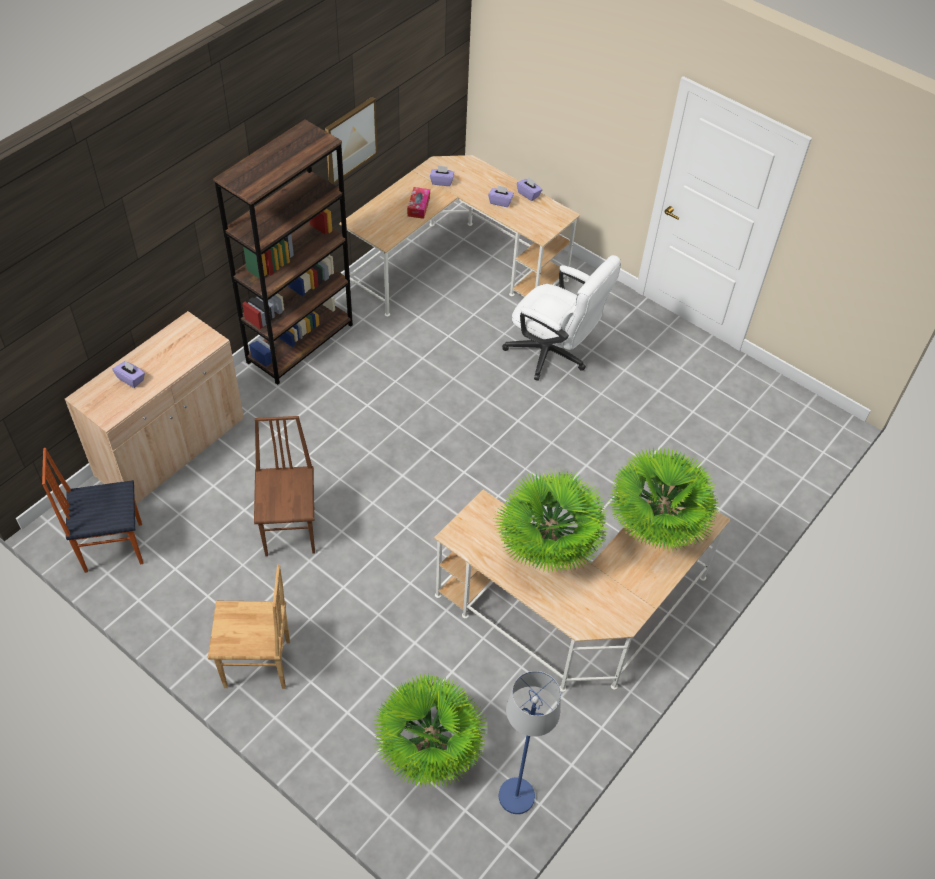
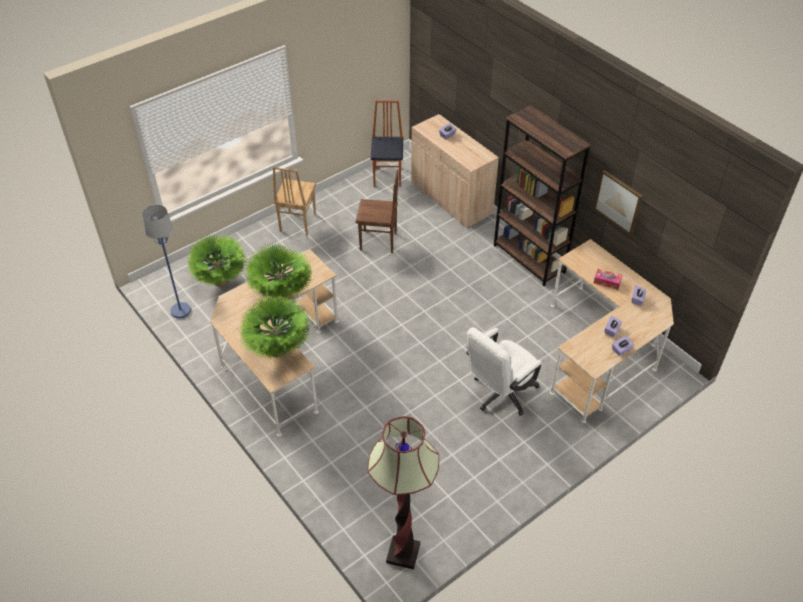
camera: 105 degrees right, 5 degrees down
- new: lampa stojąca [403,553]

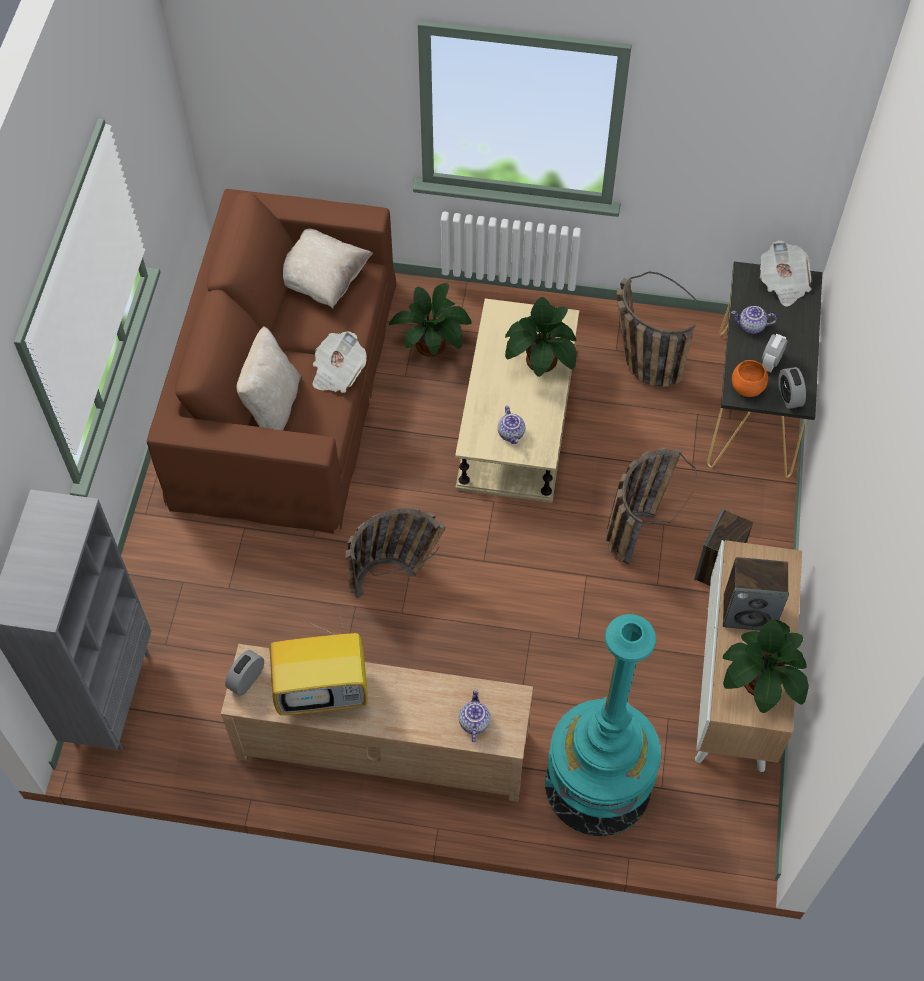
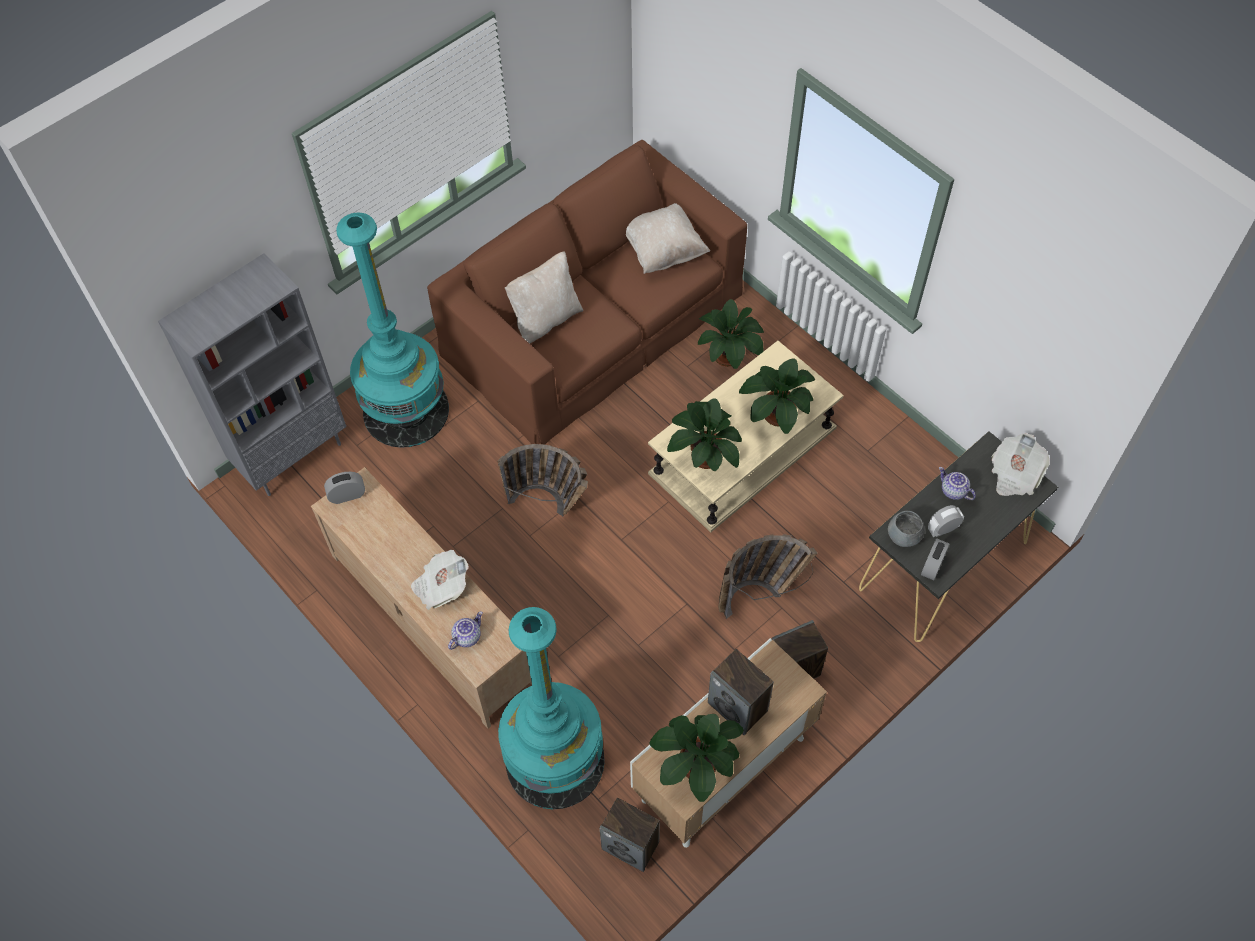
camera: 40 degrees right, 0 degrees up
- gone: telewizor [324,689]
- gone: koszyk [641,360]
- new: lampa stojąca (turkusowy) [406,410]
- new: głośnik [631,845]
- shifted: gazeta [337,372] to [441,586]
- swapped: imbryk [511,433] to roślina doniczkowa [704,454]
- repainted: miska (pomarańczowy) [747,387] to miska (szary) [904,536]

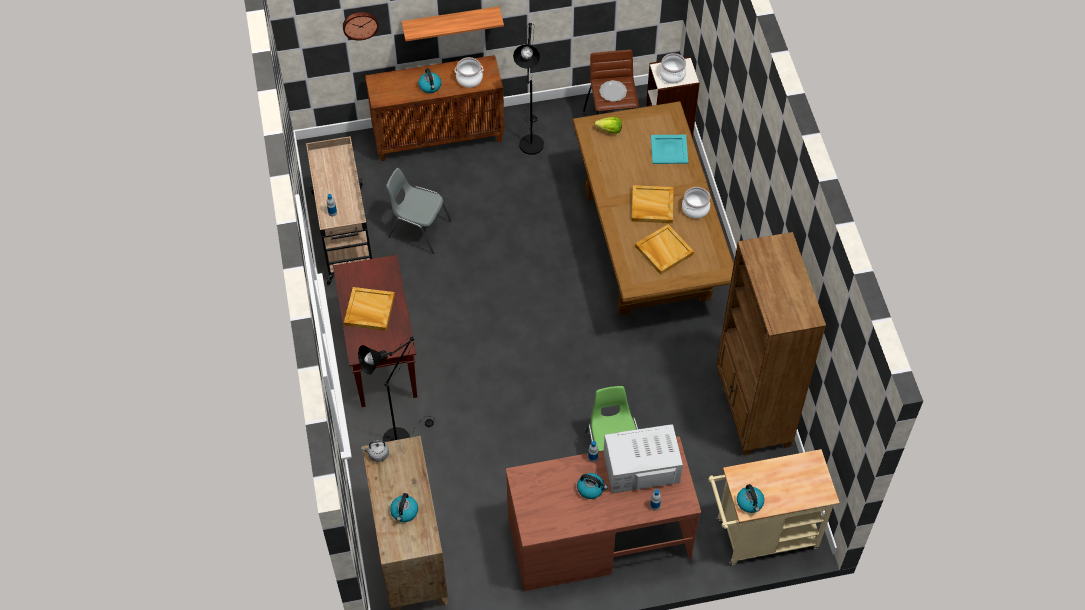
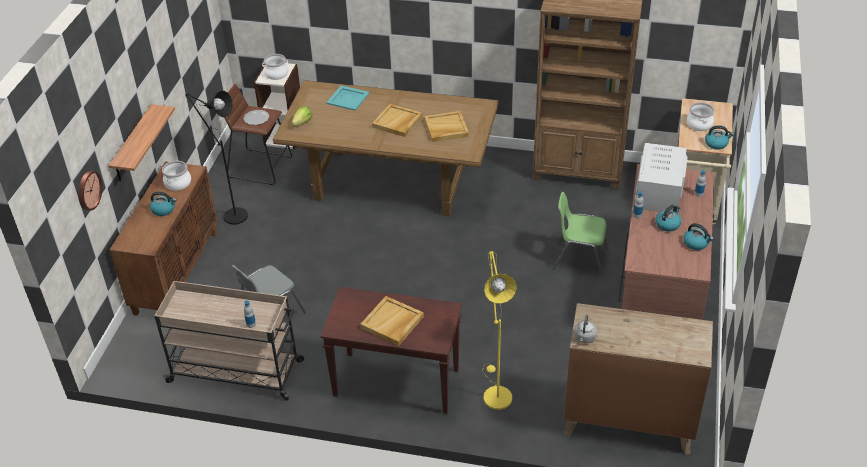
camera: 65 degrees left, 15 degrees down
- shifted: czajnik [404,512] to [696,243]
- shifted: garnek [695,208] to [699,124]
- repainted: lampa stojąca (czarny) [401,436] to lampa stojąca (żółty) [495,393]

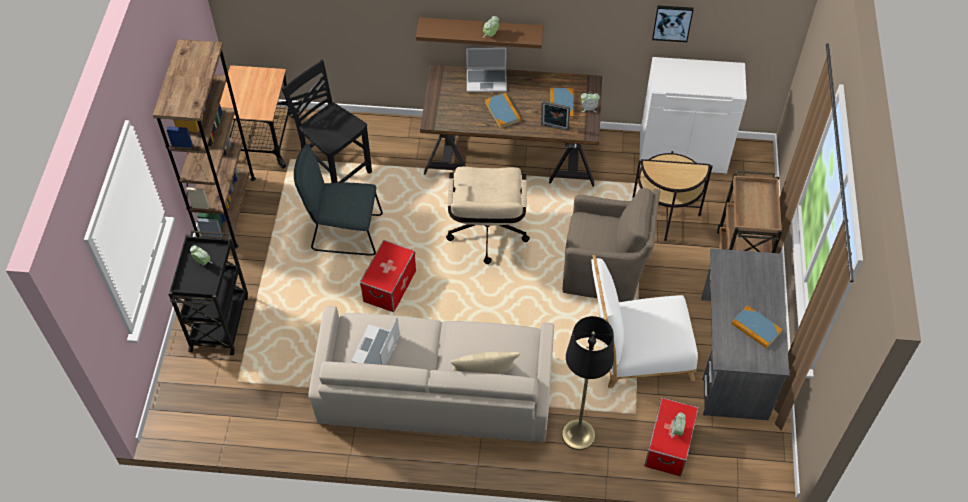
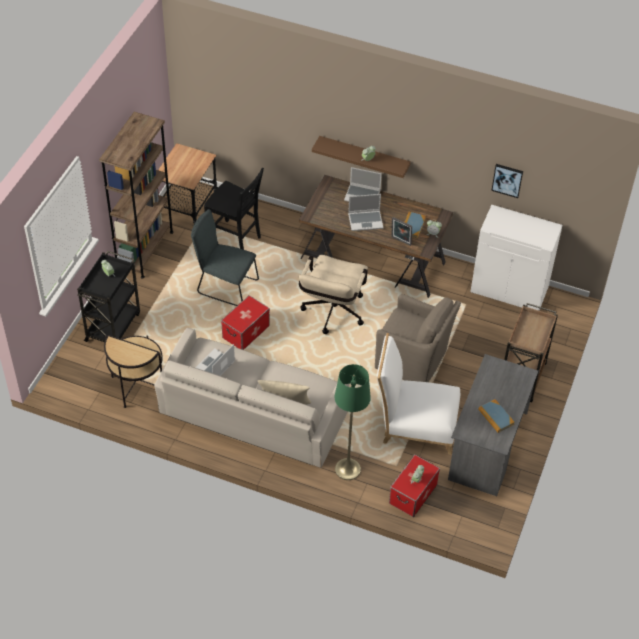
camera: 15 degrees right, 5 degrees down
- shifted: stolik [665,212] to [138,385]
- swapped: książka [502,112] to laptop [366,221]
- repainted: lampa stojąca (czarny) [578,434] to lampa stojąca (zielony) [347,469]
- rotated: krzesło (czarny) [335,170] = [235,240] 150 degrees clockwise

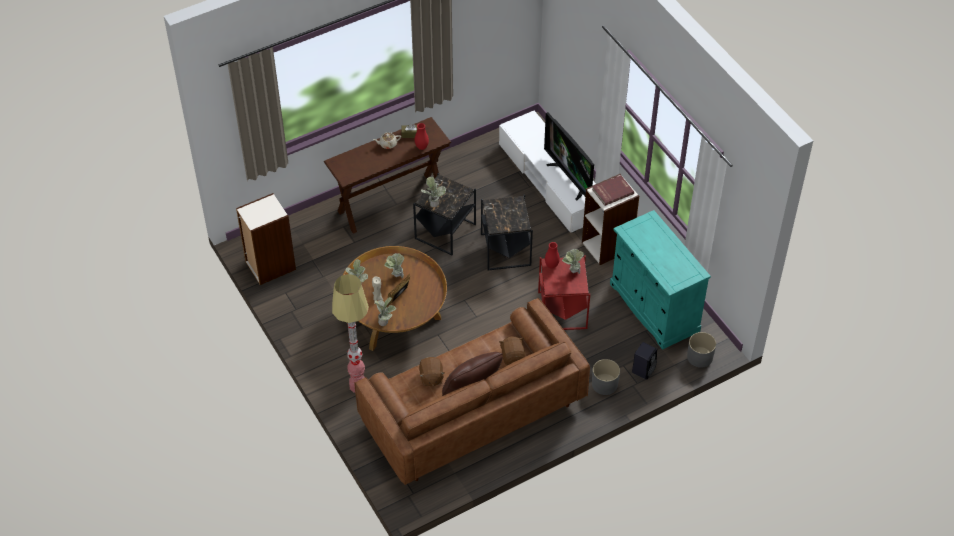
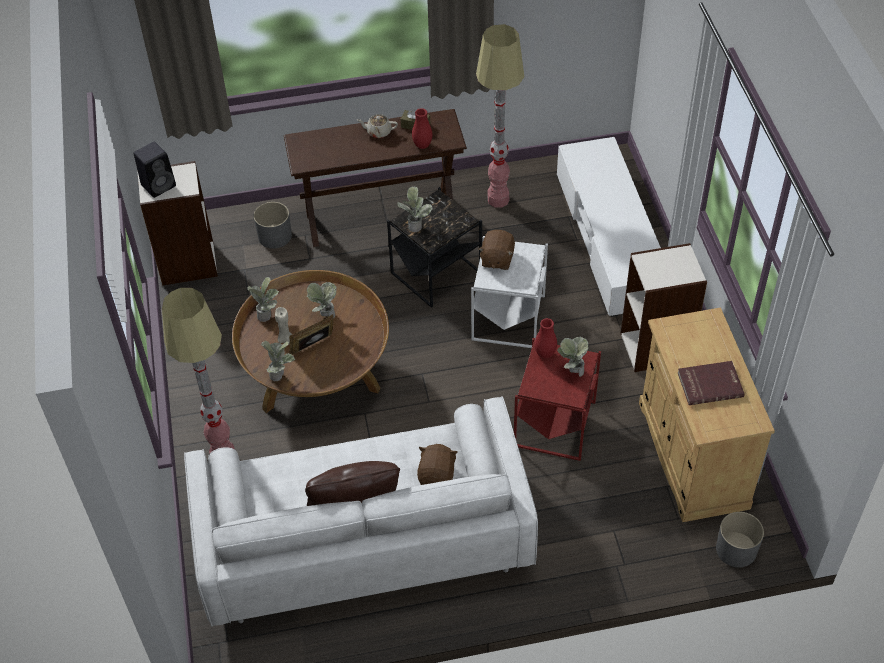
camera: 20 degrees right, 0 degrees up
- gone: telewizor [570,178]
- new: lampa stojąca [498,199]
- shifted: pluszak (brązowy) [431,378] to [496,259]
- shifted: książka (czerwony) [612,191] to [709,384]
- shifted: donica (szary) [604,384] to [274,236]
- shifted: głośnik (czarny) [643,369] to [159,185]
- repainted: kanapa (brązowy) [472,412] to kanapa (biały) [364,541]
- repainted: stolik (czarny) [506,249] to stolik (biały) [509,317]
- repainted: szafka (turkusowy) [654,307] to szafka (beżowy) [692,454]

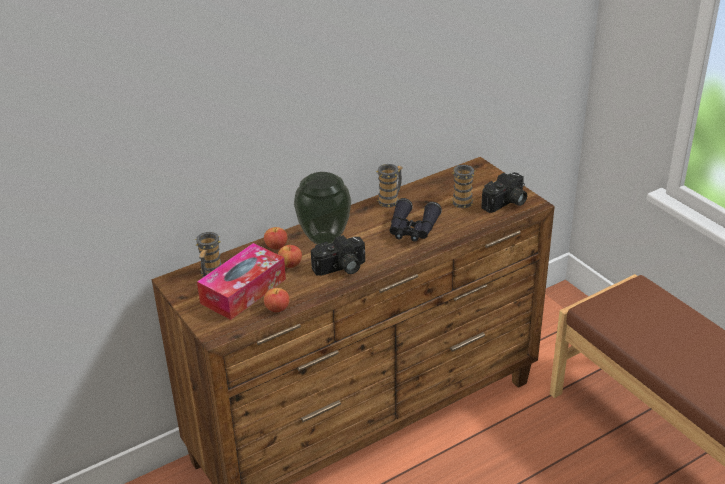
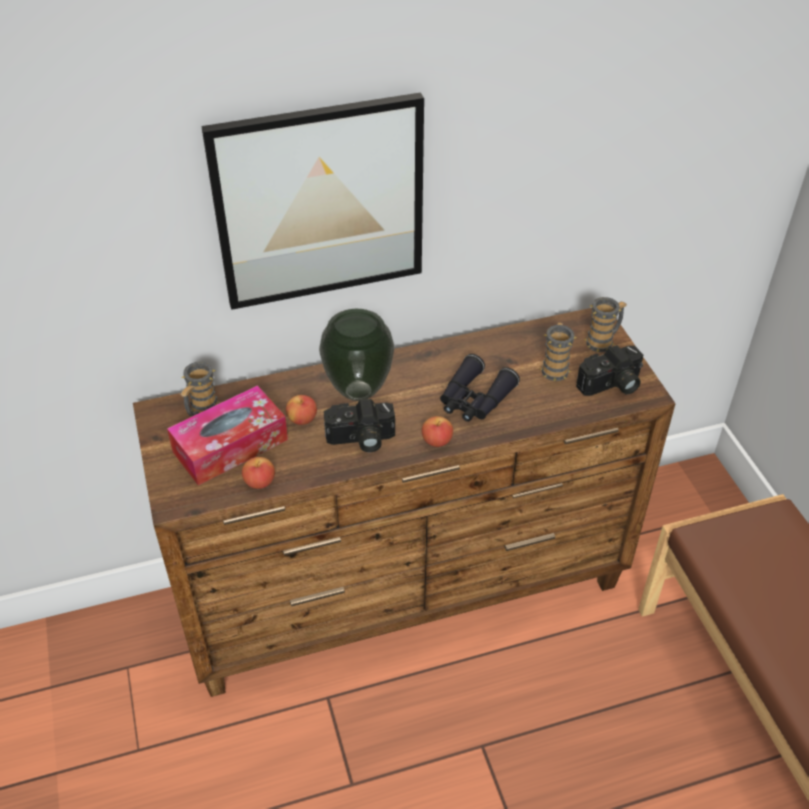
camera: 15 degrees right, 10 degrees up
- new: obraz [320,203]
- shifted: jabłko [276,246] to [437,441]
- shifted: kubek [391,200] to [603,341]

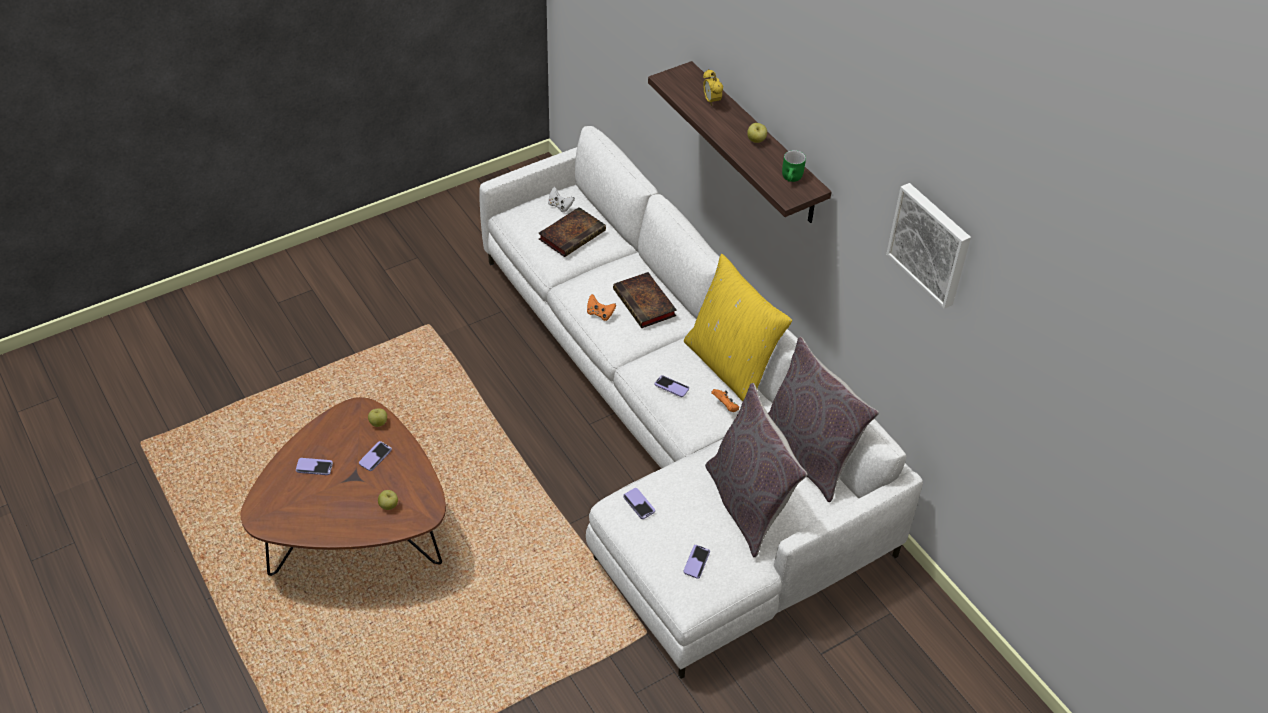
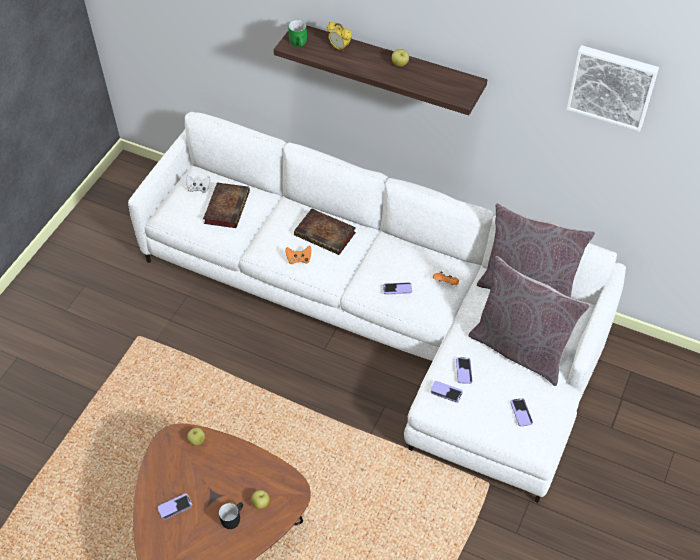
camera: 30 degrees left, 5 degrees up
- gone: poduszka (żółty) [731,367]
- new: kubek (czarny) [232,518]
- shifted: telefon [375,457] to [464,371]
- shifted: kubek (zielony) [792,178] to [300,43]

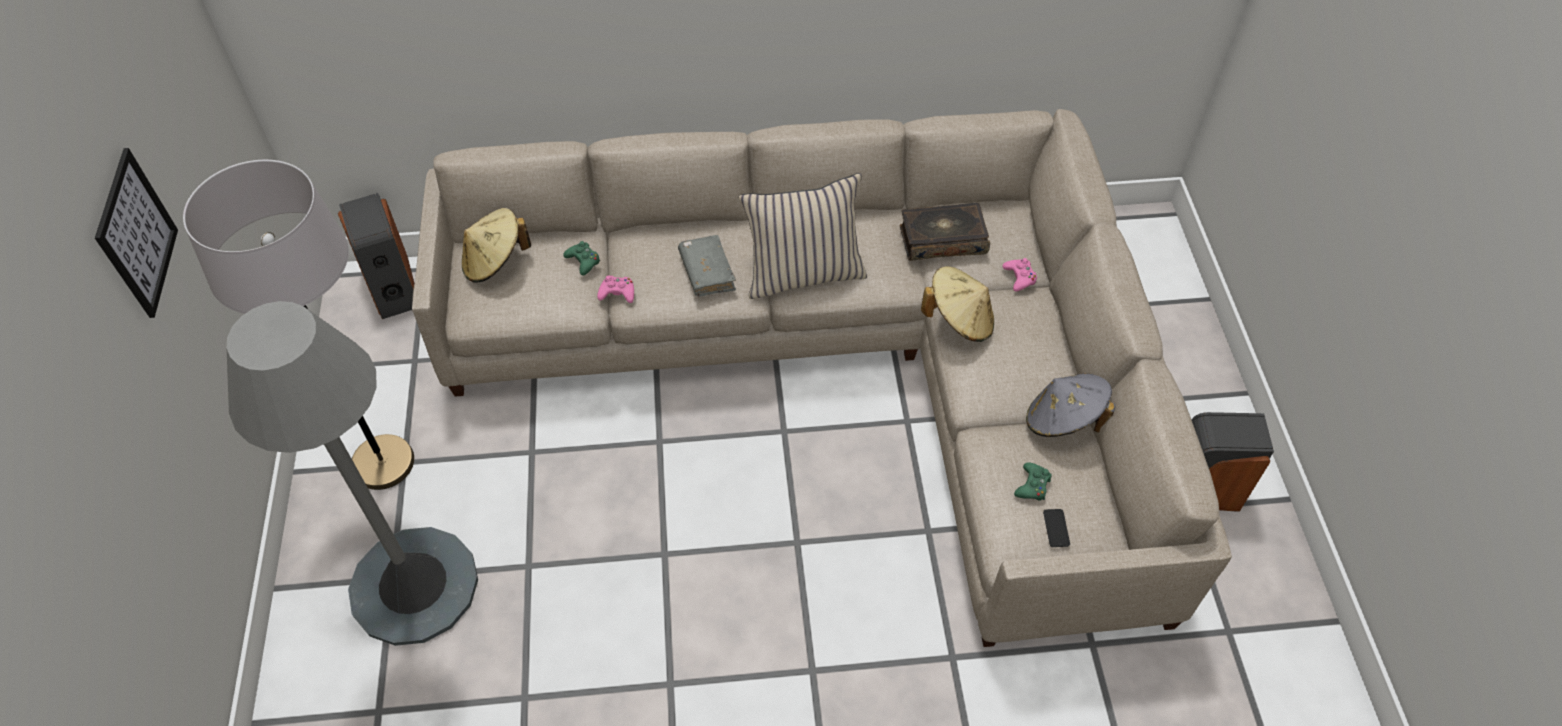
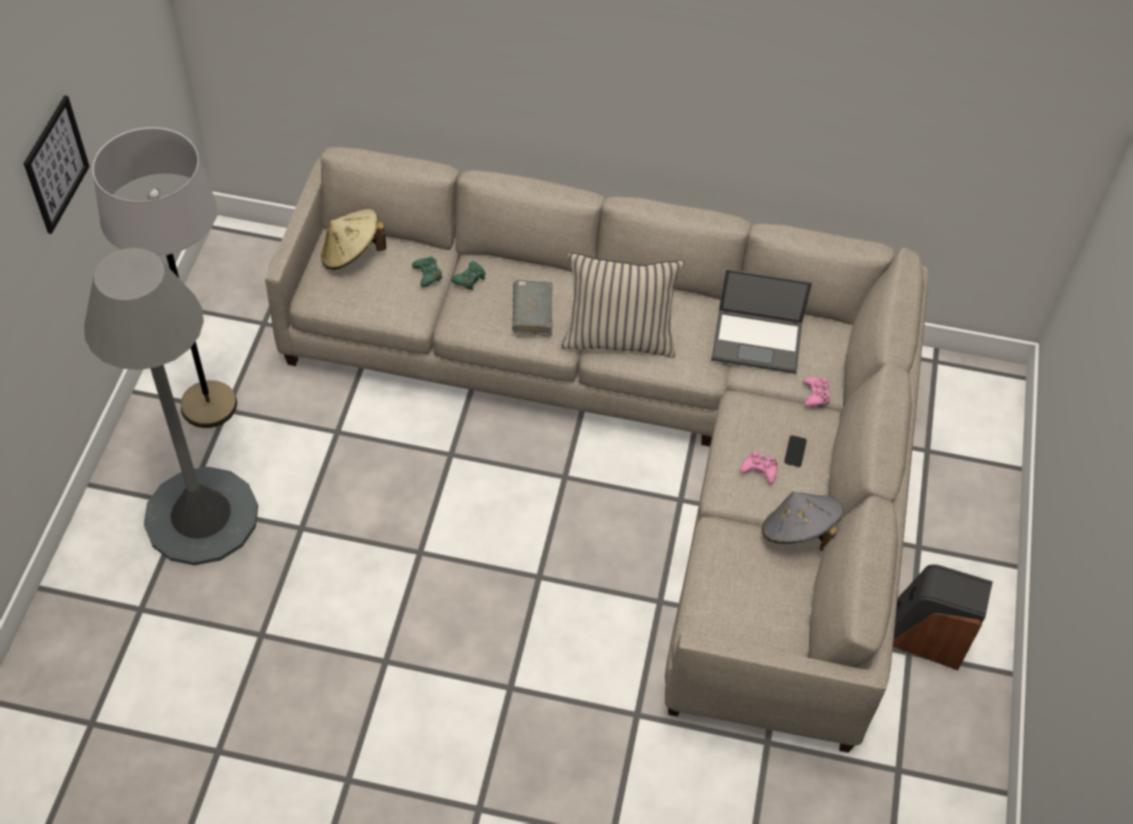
camera: 15 degrees right, 0 degrees up
- gone: głośnik [392,286]
- gone: kapelusz (beżowy) [959,320]
- shifted: pad do gier (różowy) [617,293] to [759,470]
- shifted: pad do gier (zielony) [1032,486] to [469,279]
- shifted: telefon [1056,528] to [795,451]
- swapped: książka [942,239] to laptop [758,341]

